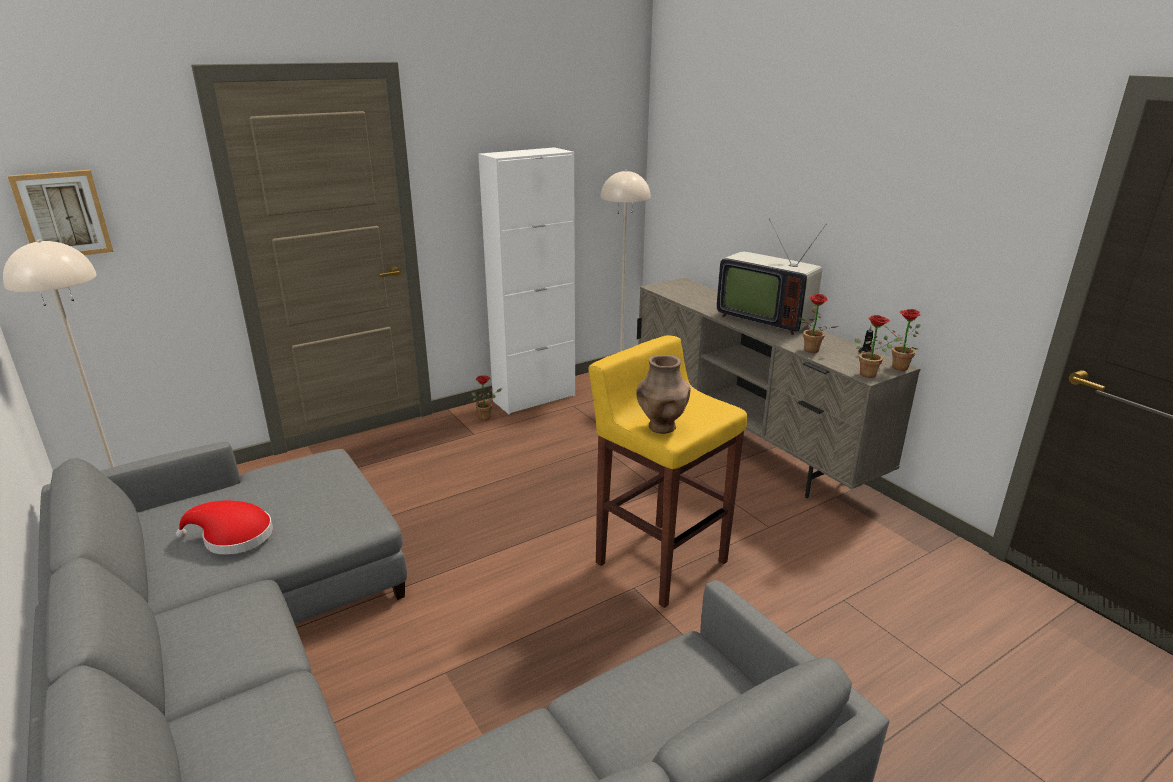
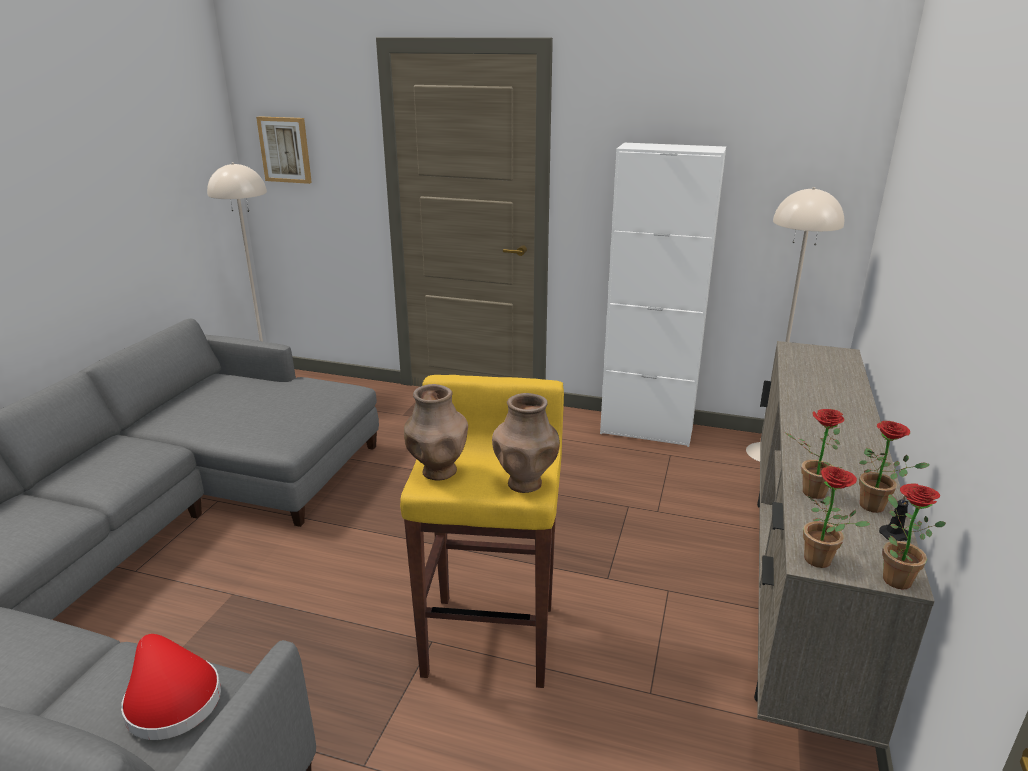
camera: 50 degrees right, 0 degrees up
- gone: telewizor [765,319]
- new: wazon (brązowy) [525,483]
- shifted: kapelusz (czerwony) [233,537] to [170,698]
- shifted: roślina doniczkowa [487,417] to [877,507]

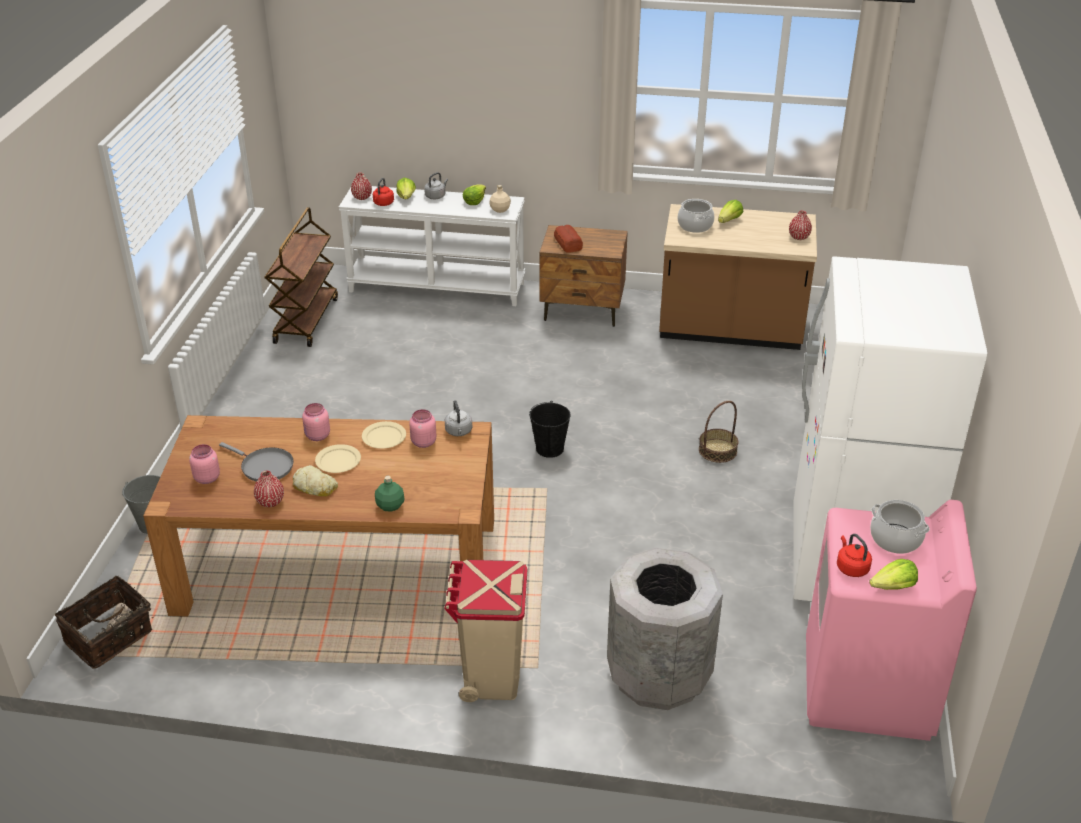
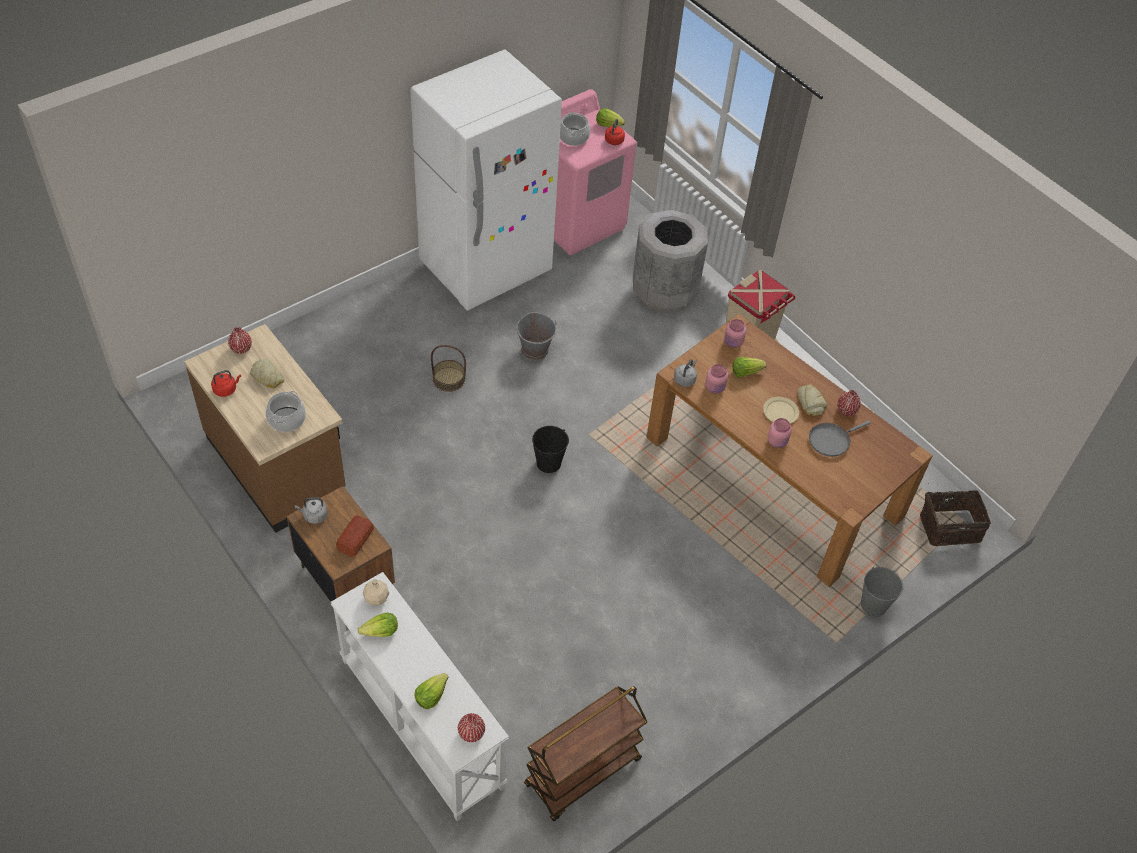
camera: 140 degrees left, 15 degrees up
- gone: talerz (beżowy) [384,437]
- gone: butelka (zielony) [390,506]
- new: chleb [267,377]
- new: wiadro (szary) [535,350]
- shifted: słoik (różowy) [206,478] to [733,343]
- shifted: czajnik (czerwony) [383,204] to [226,389]
- shifted: czajnik (szary) [436,196] to [314,516]
- shifted: sałata [729,220] to [745,372]
- rotated: patelnia (szary) [264,467] = [831,440] 105 degrees counterclockwise

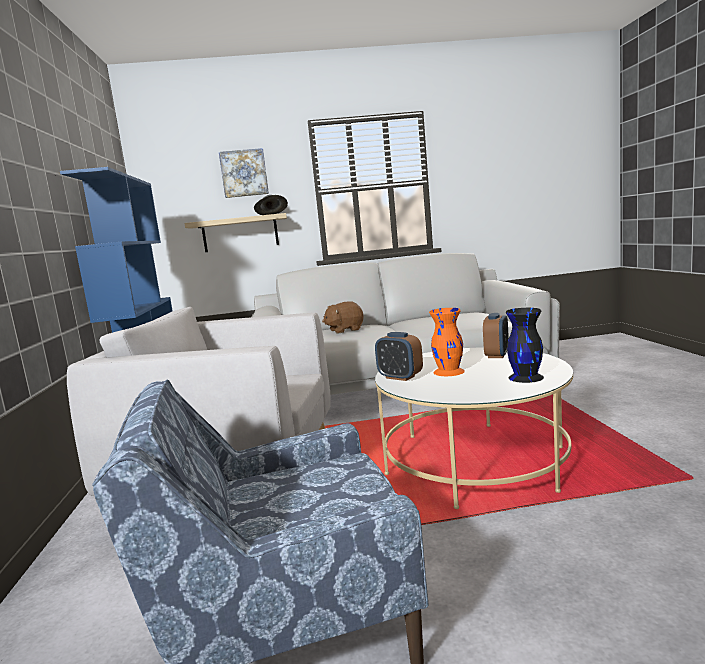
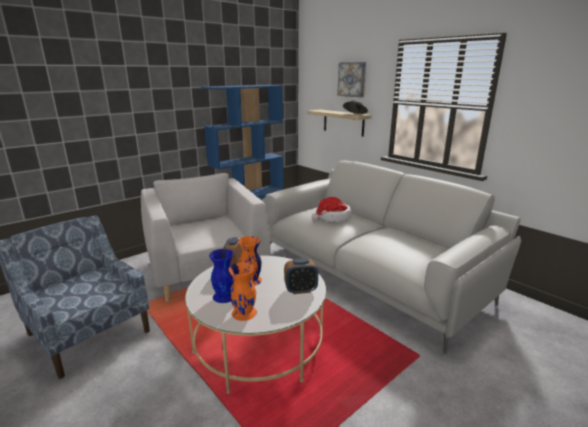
camera: 55 degrees right, 10 degrees up
- new: wazon (niebieski) [225,296]
- swapped: pluszak (brązowy) [344,330] to kapelusz [333,217]
- repainted: wazon (czarny) [525,377] to wazon (pomarańczowy) [244,312]

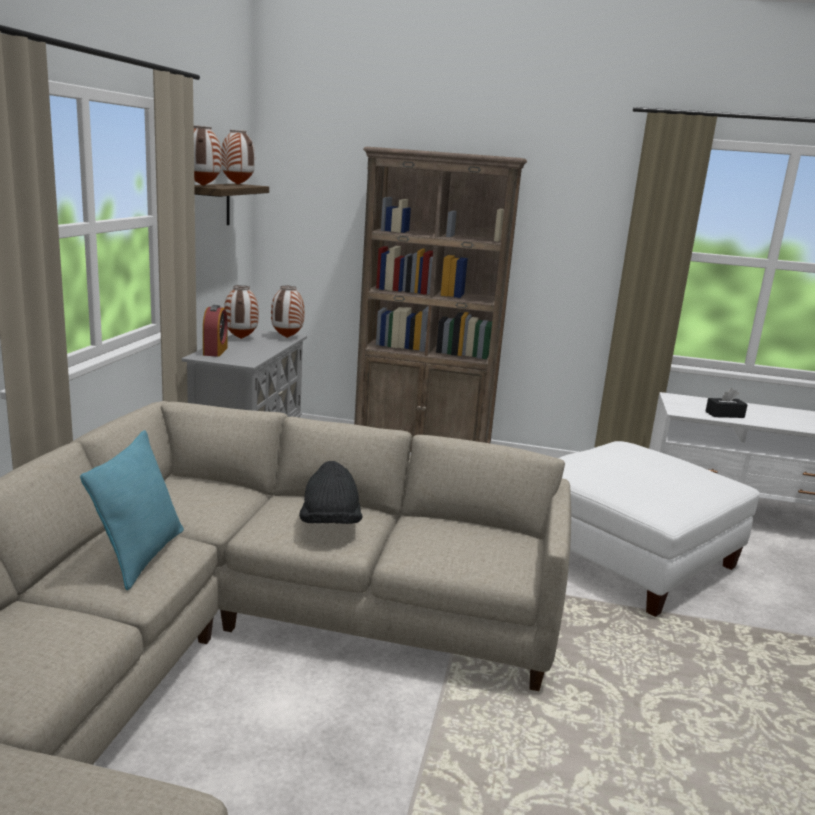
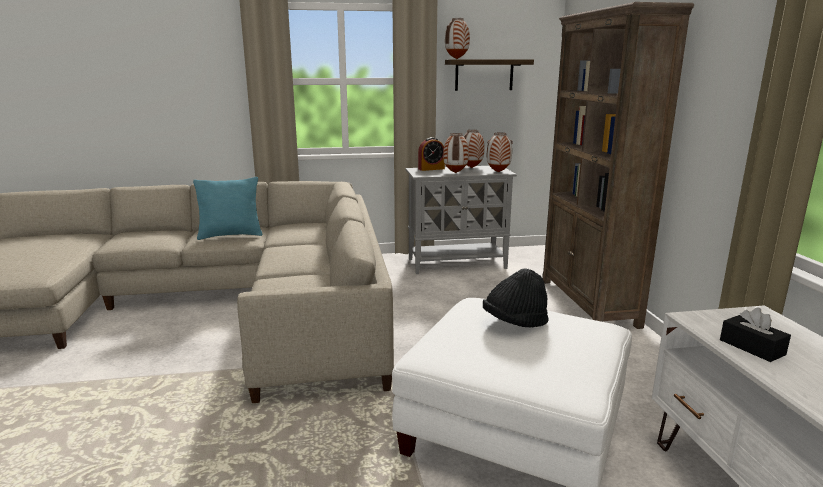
camera: 70 degrees right, 0 degrees up
- shifted: wazon [237,184] to [455,173]
- shifted: kapelusz (czarny) [330,525] to [514,323]

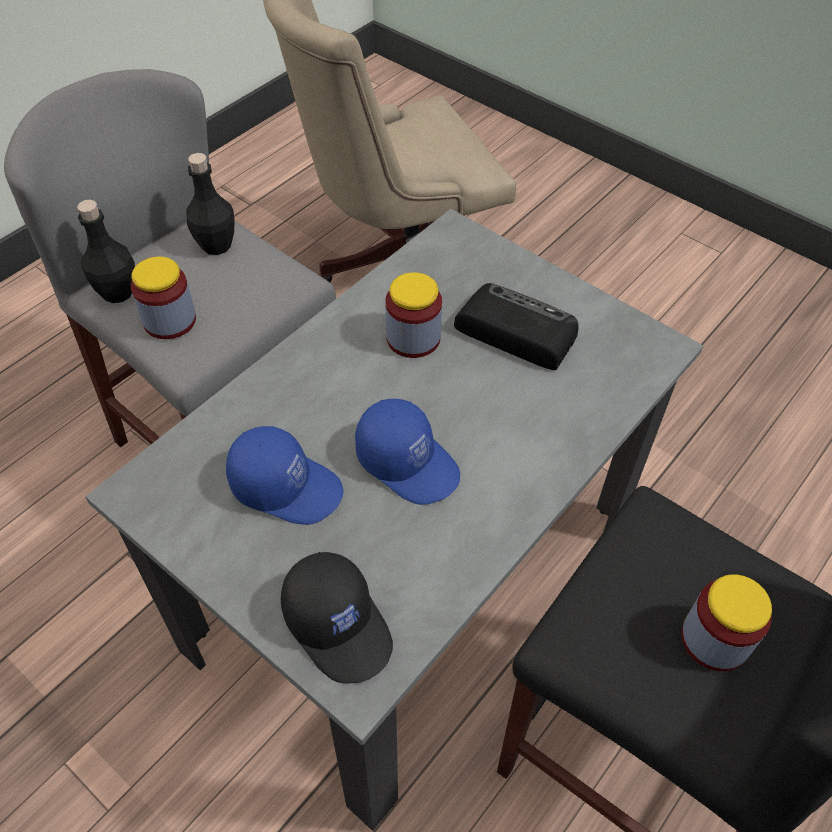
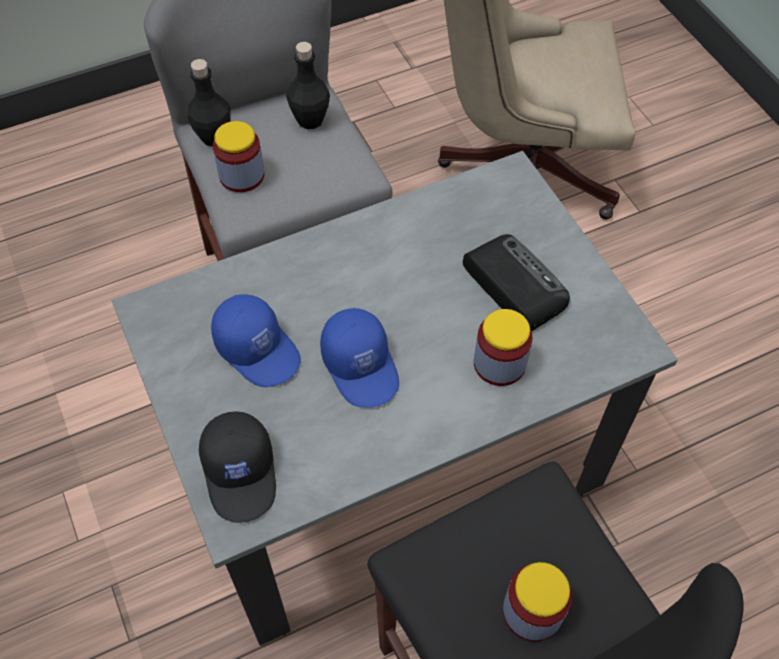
camera: 25 degrees right, 5 degrees up
- shifted: słoik [413,338] to [499,363]

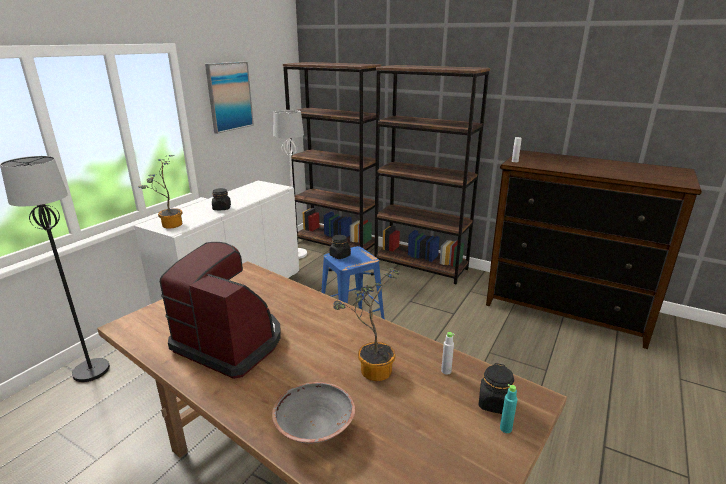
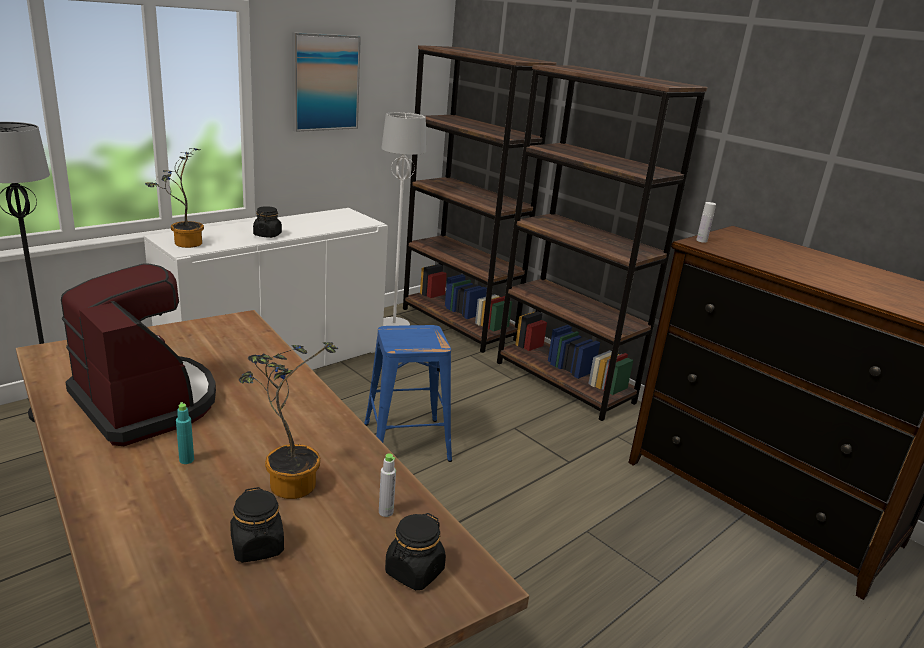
camera: 15 degrees right, 0 degrees up
- gone: miska (szary) [314,428]
- shifted: słoik (czarny) [340,255] to [257,546]
- shifted: butelka (turkusowy) [505,428] to [186,460]

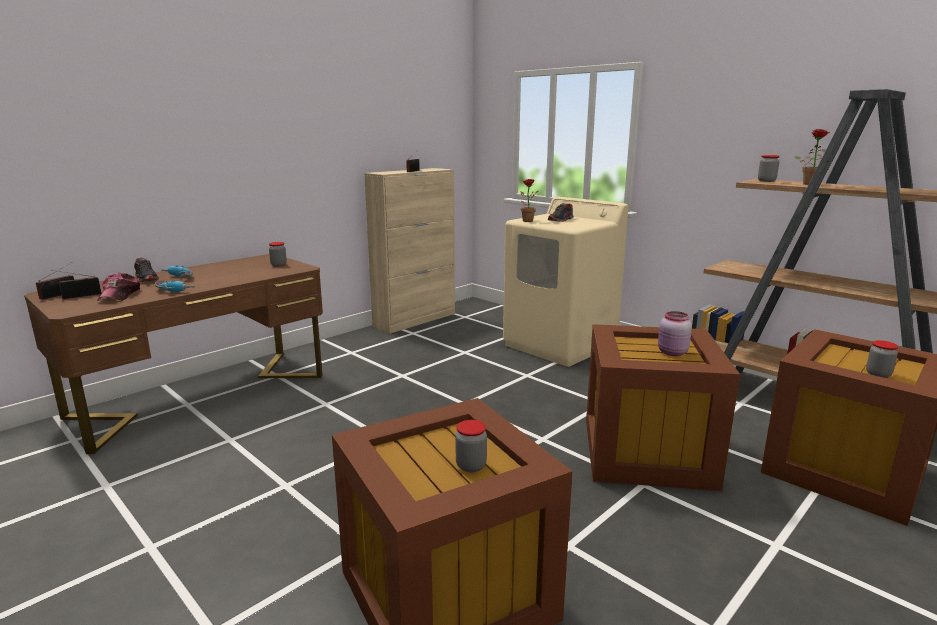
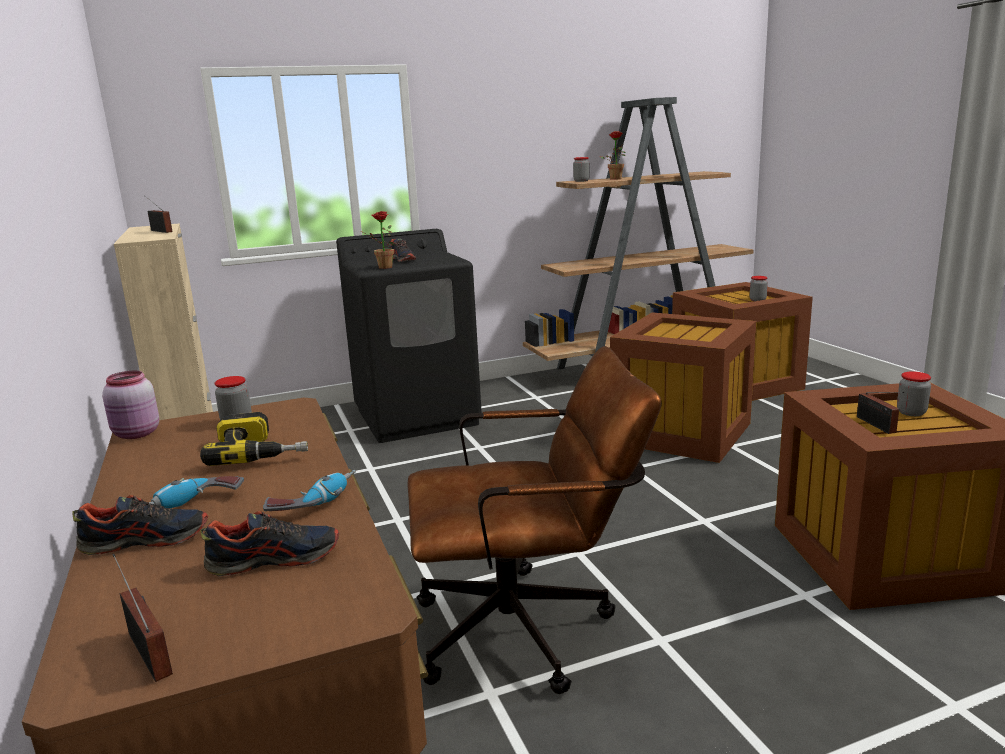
camera: 65 degrees left, 0 degrees up
- new: wiertarka [261,451]
- new: krzesło biurowe (brązowy) [530,629]
- shifted: radio [79,296] to [877,426]
- shifted: słoik (różowy) [672,353] to [137,434]
- swapped: czapka z daszkiem [120,295] to but [274,559]
- repainted: pralka (beżowy) [560,345] to pralka (czarny) [417,416]

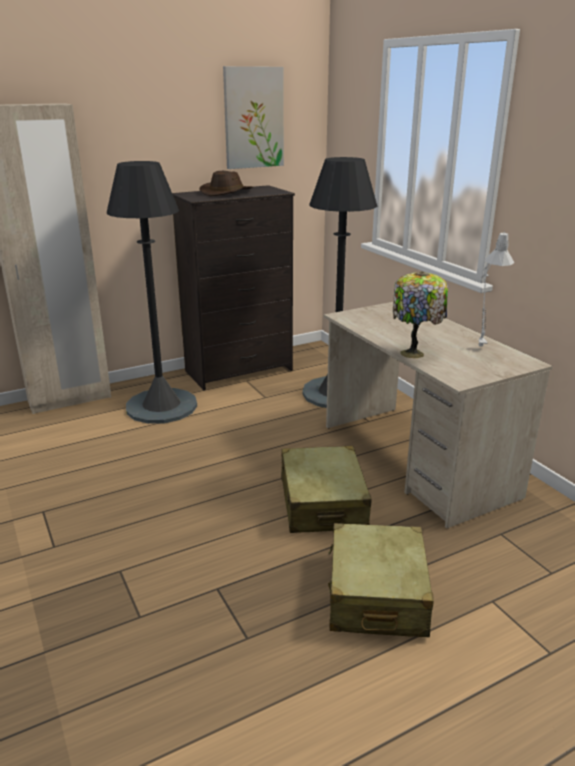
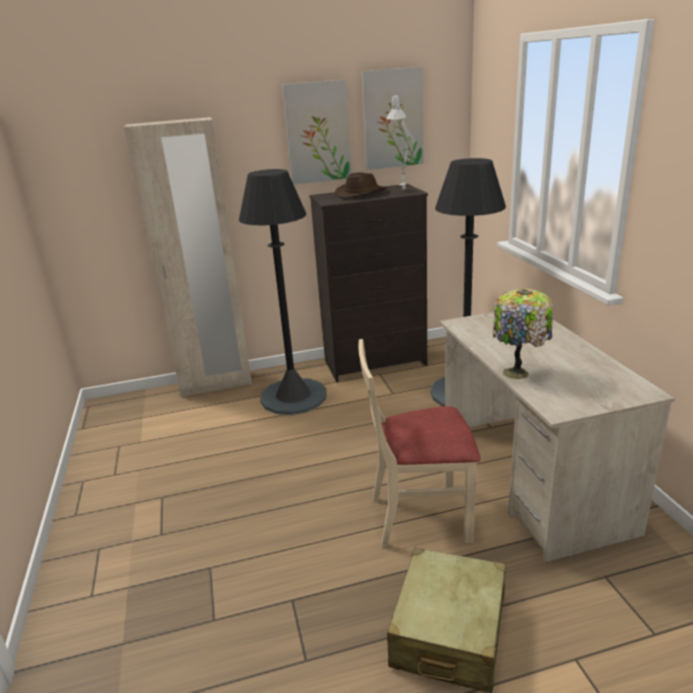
camera: 15 degrees right, 0 degrees up
- new: obraz [317,132]
- shifted: lampa stołowa (szary) [479,345] to [405,189]
- swapped: walizka (beżowy) [322,503] to krzesło (beżowy) [420,517]

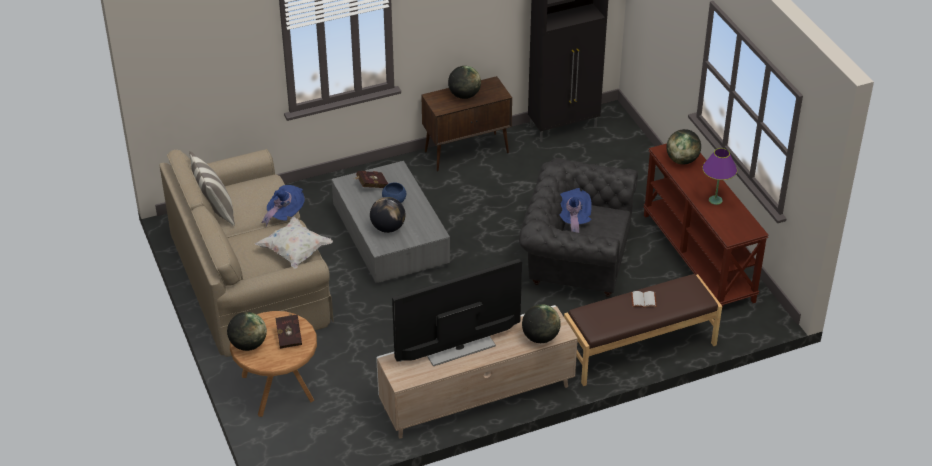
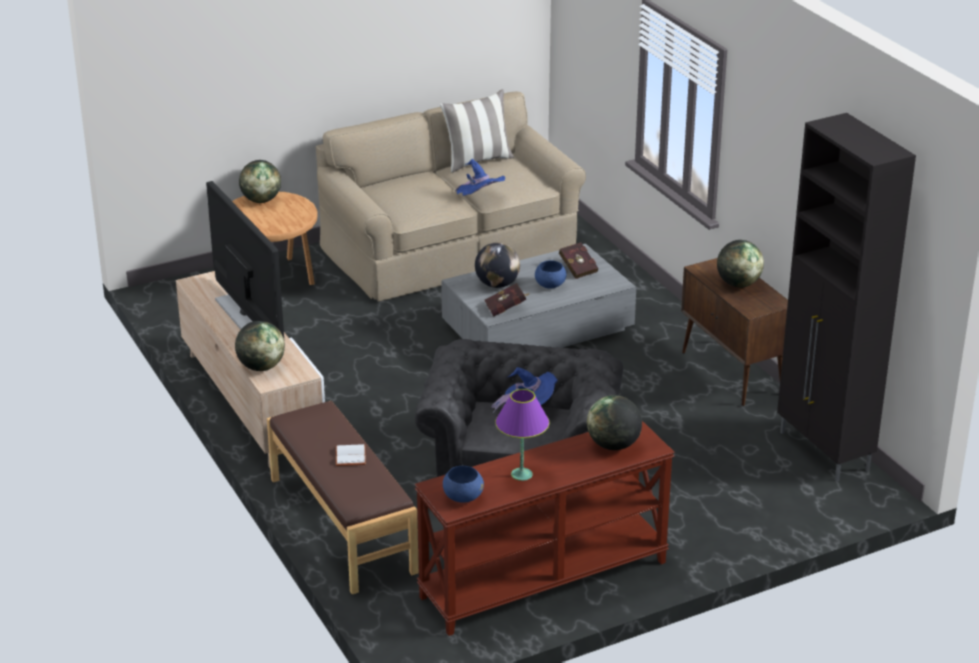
camera: 85 degrees right, 10 degrees down
- gone: poduszka (biały) [295,252]
- new: miska (niebieski) [463,497]
- shifted: książka (czerwony) [289,336] to [507,309]

